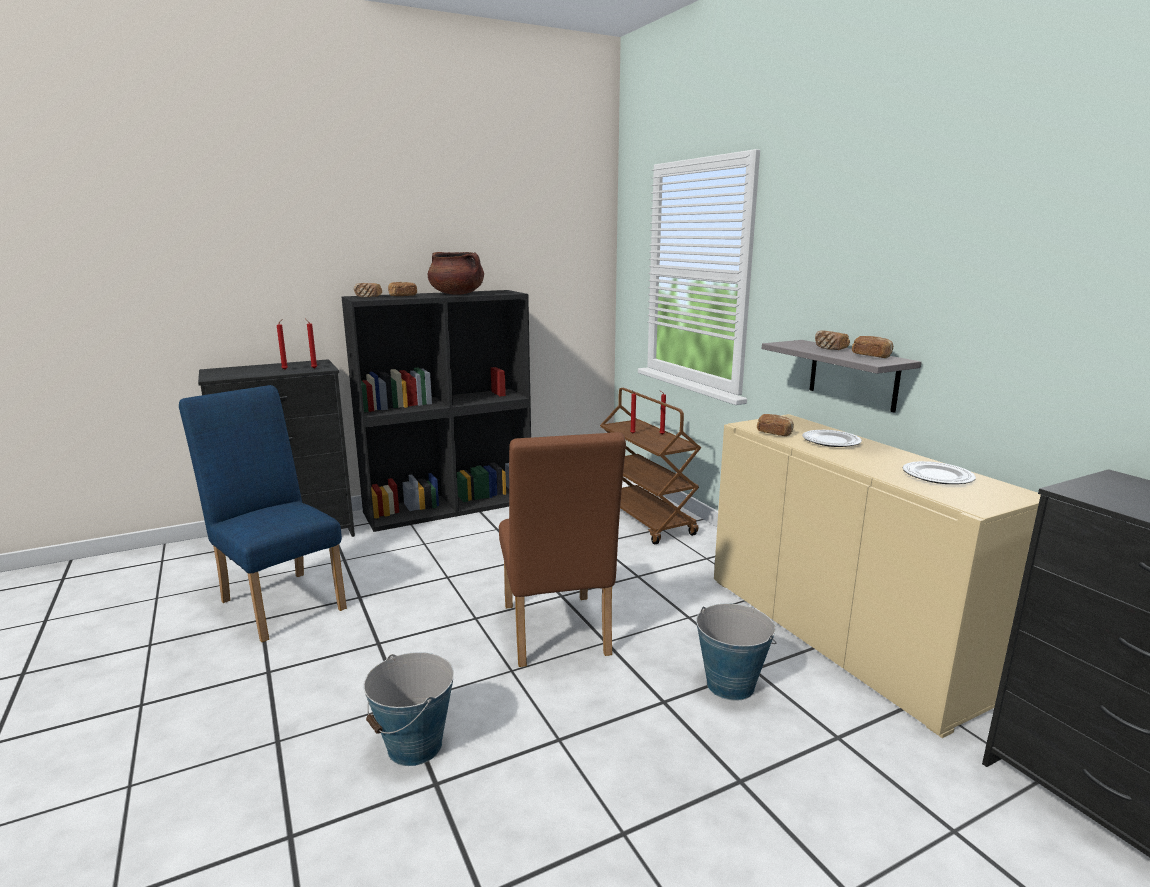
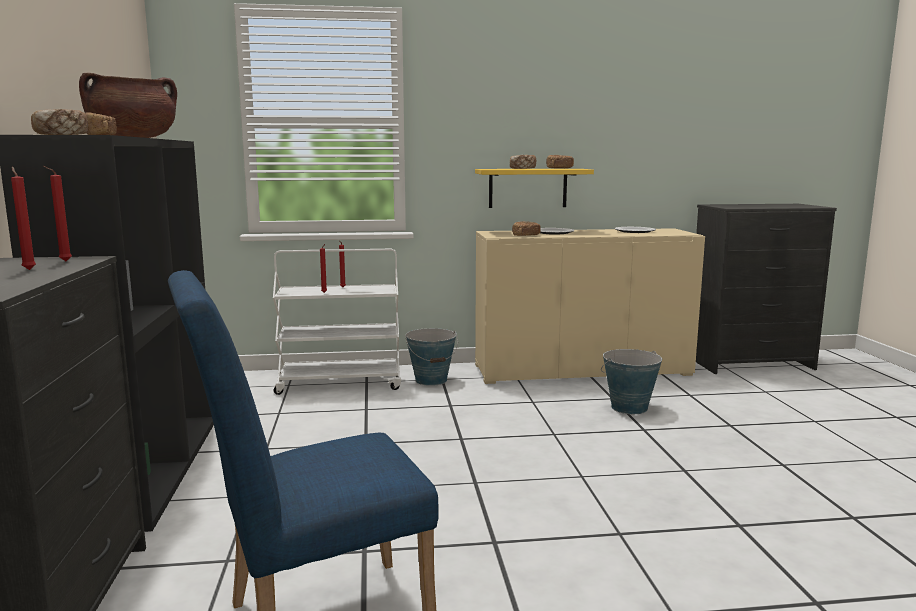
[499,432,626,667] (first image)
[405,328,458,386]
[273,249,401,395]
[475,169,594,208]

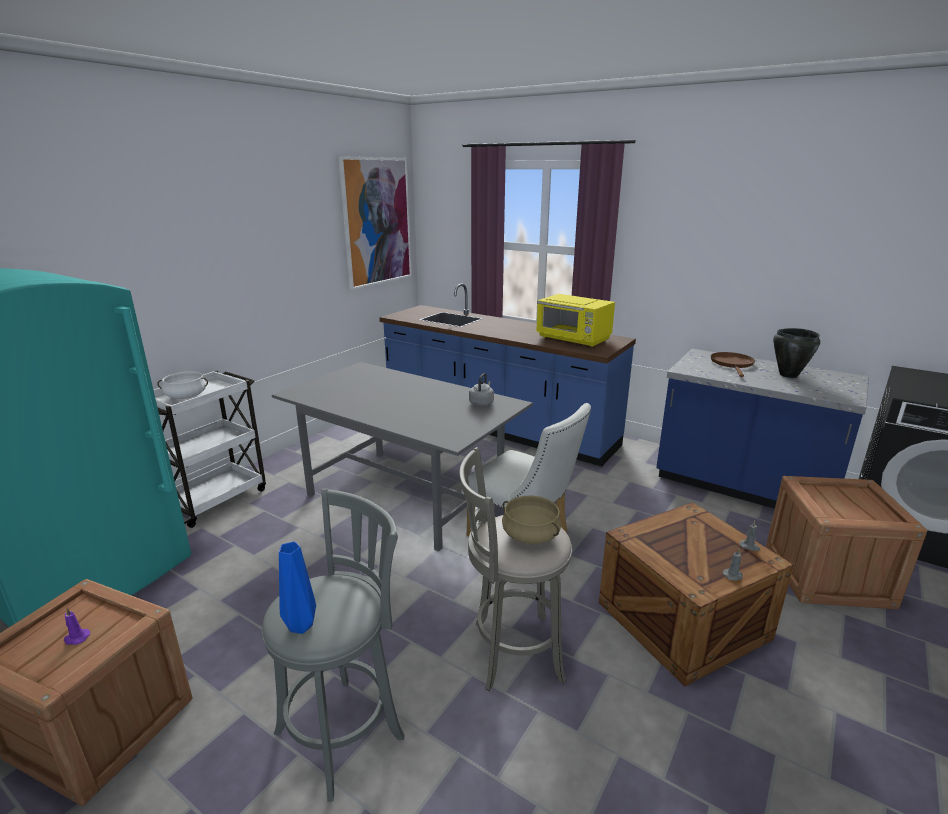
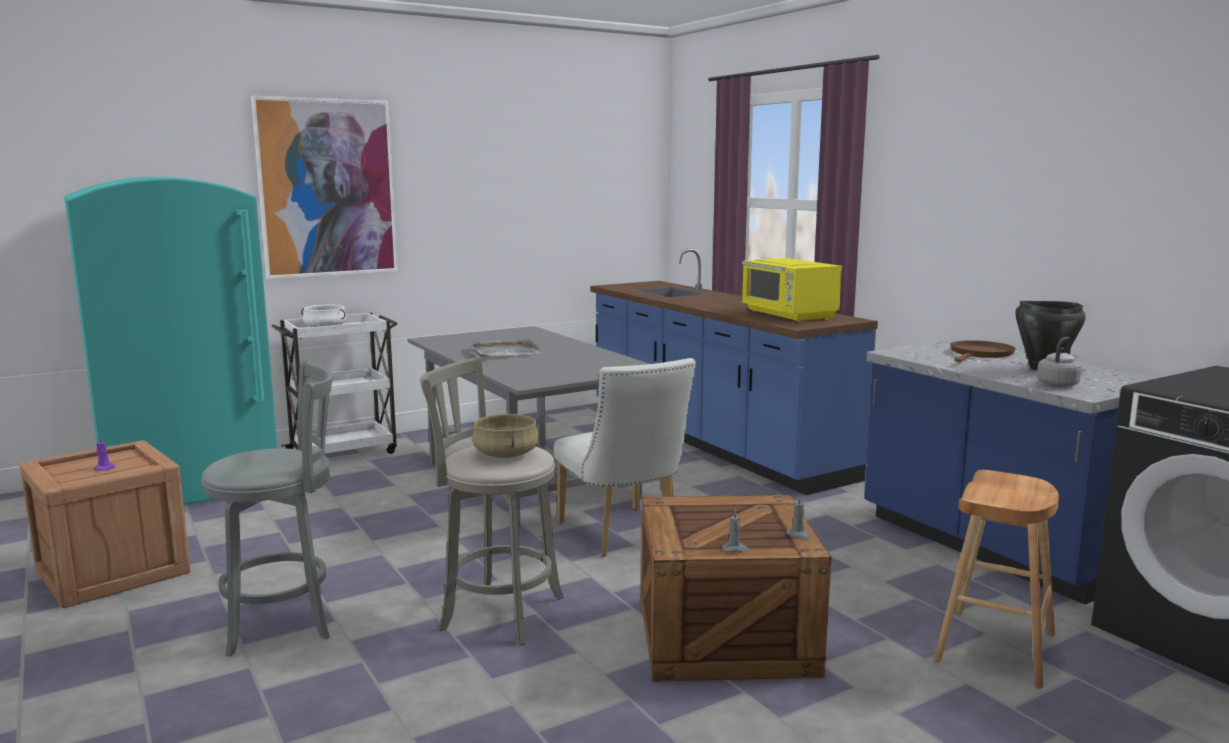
[279,542,316,634] (first image)
[469,339,542,357]
[251,96,398,279]
[1037,337,1082,387]
[934,470,1059,689]

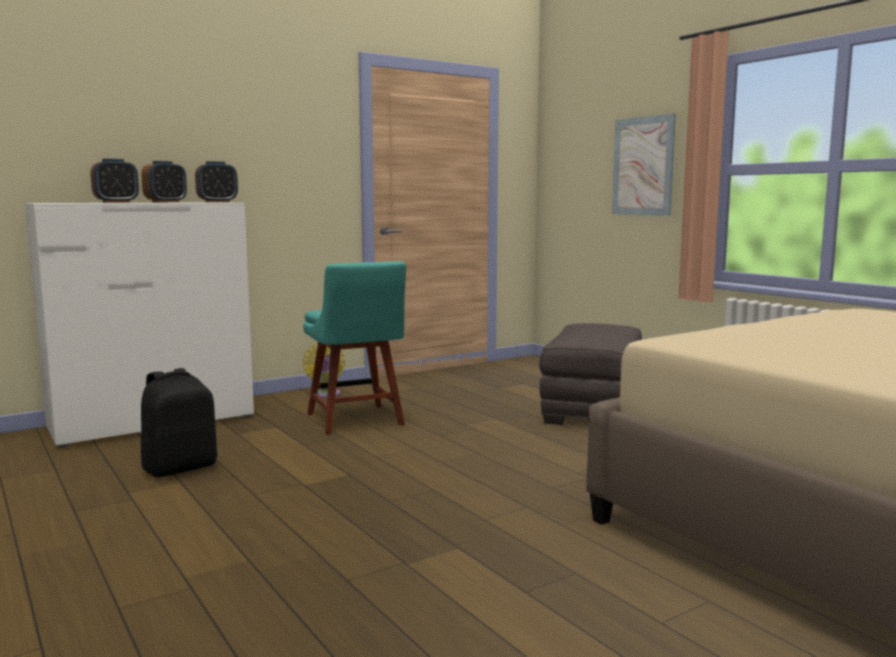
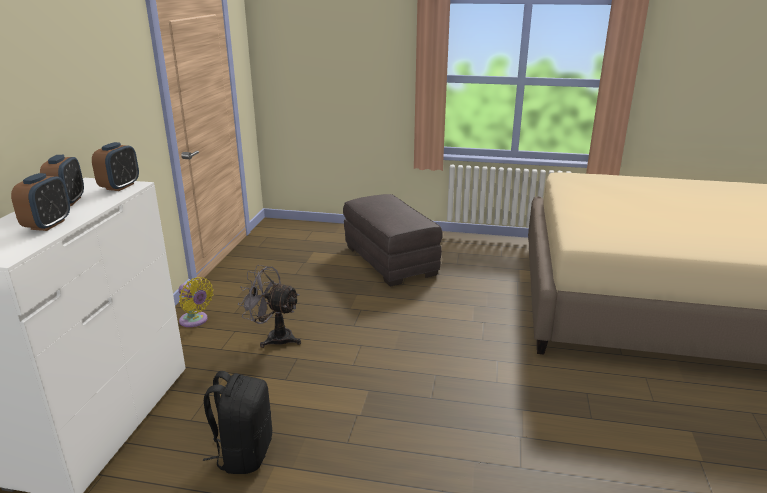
[612,114,676,216] (first image)
[238,265,301,348]

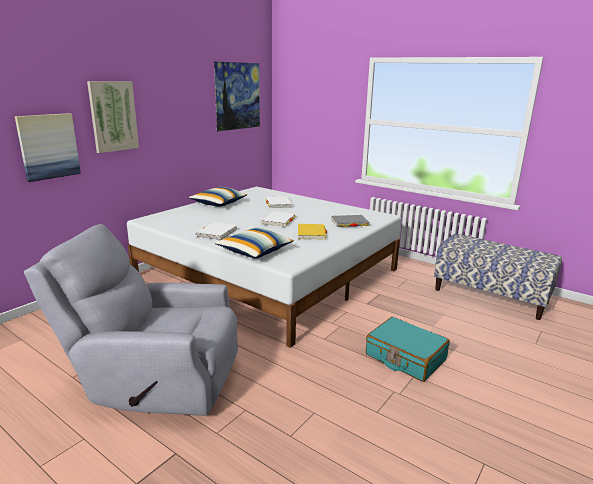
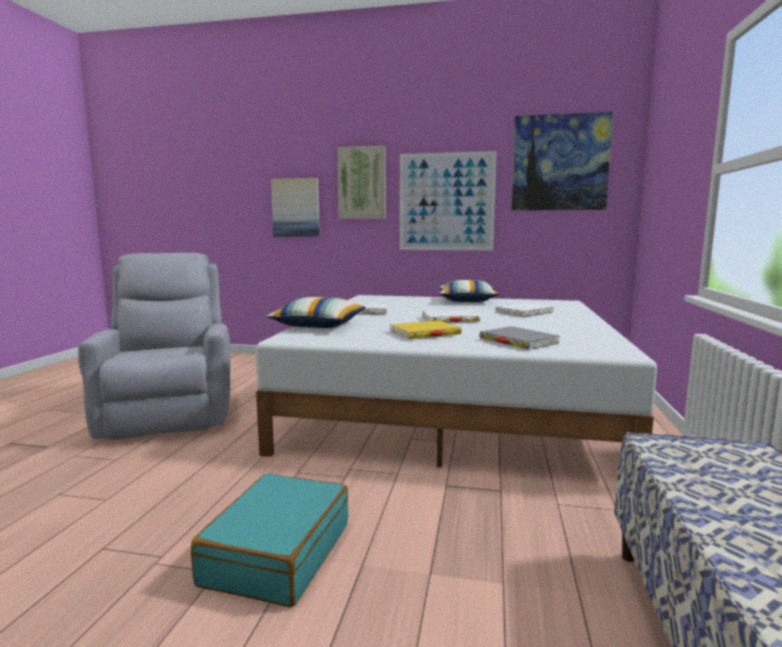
[400,151,497,250]

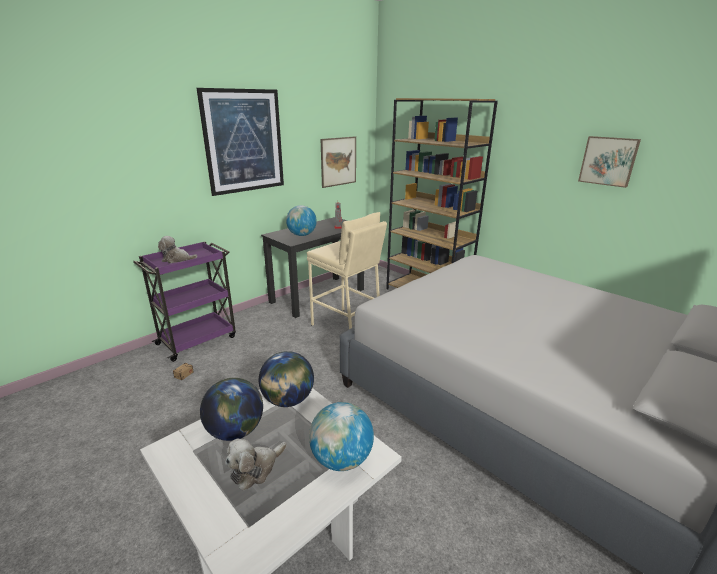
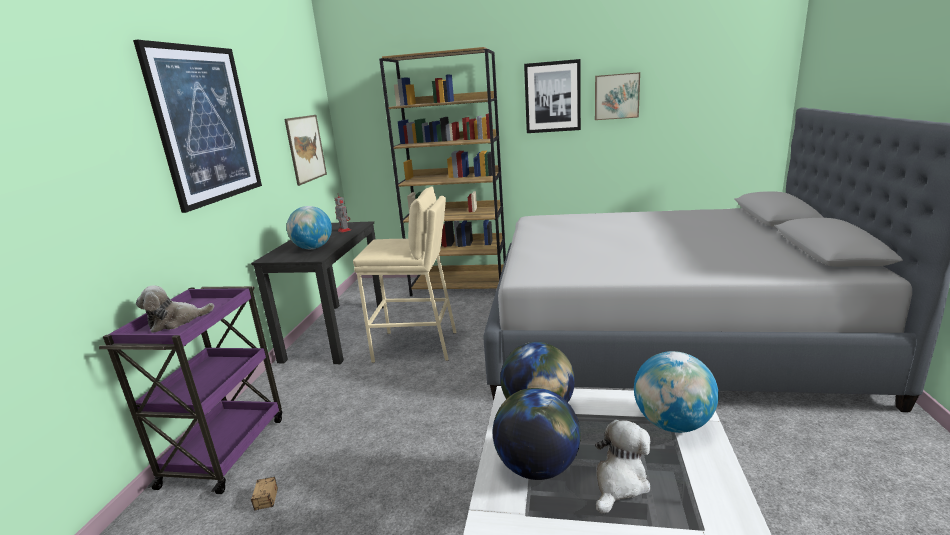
[524,59,581,133]
[595,420,651,514]

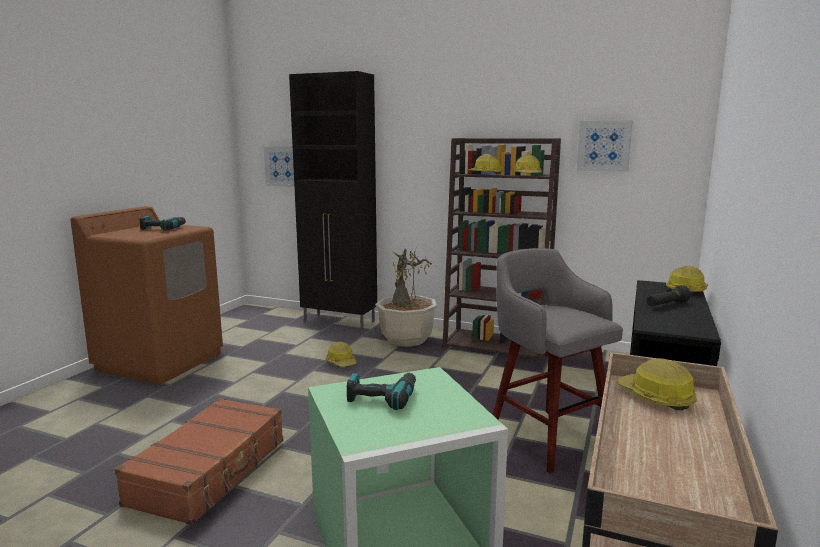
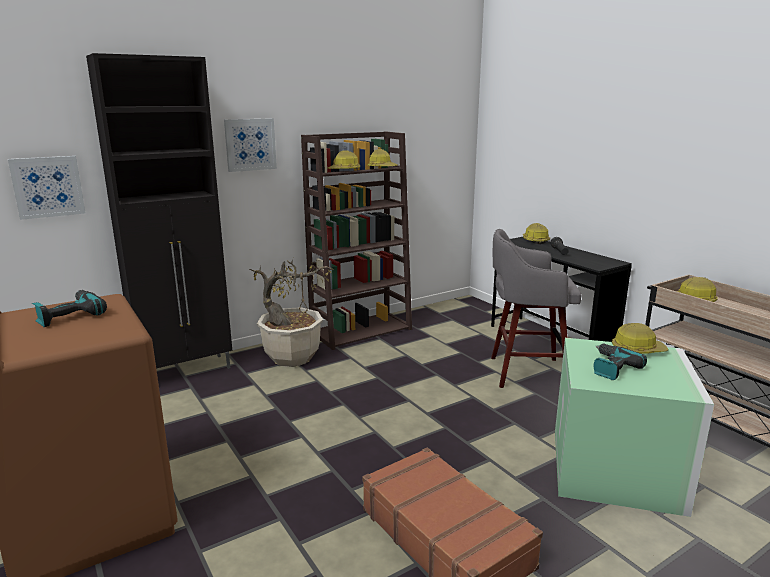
[612,323,669,354]
[224,118,277,172]

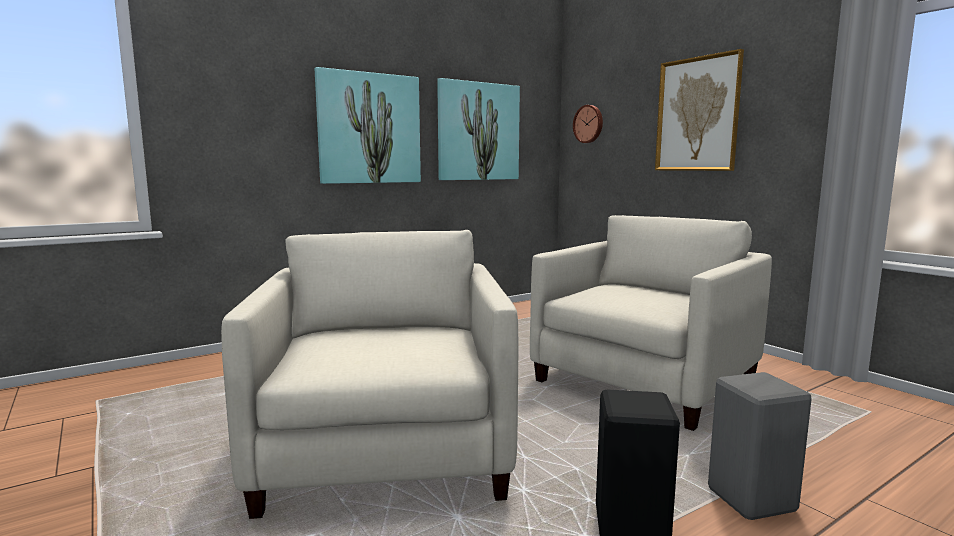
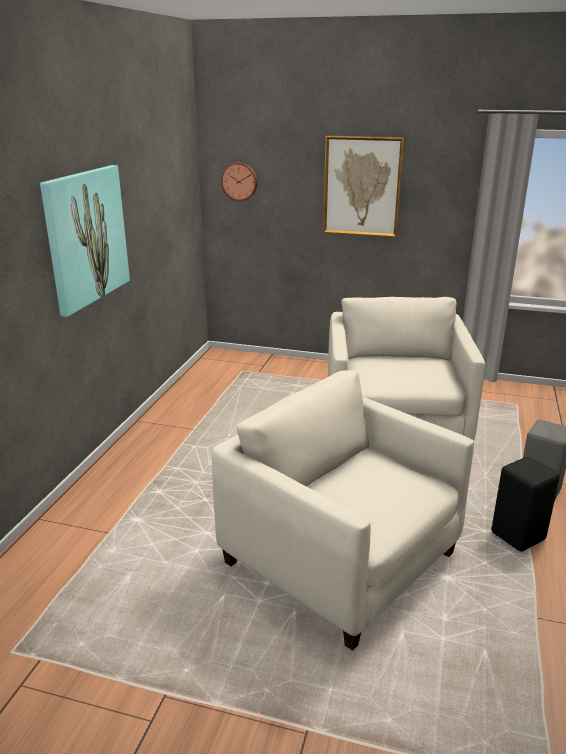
[437,78,520,180] (first image)

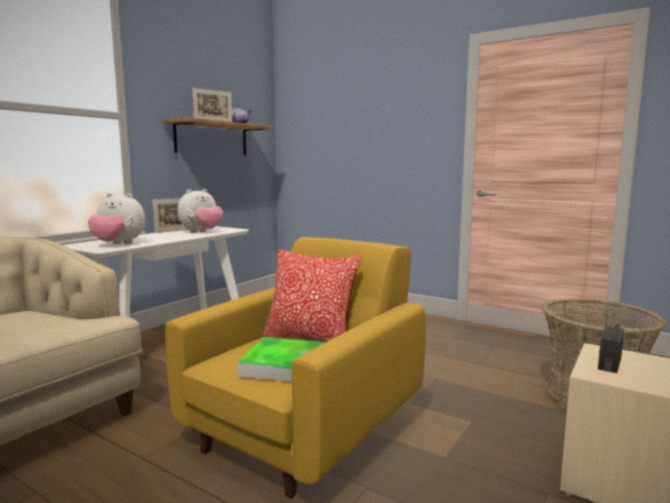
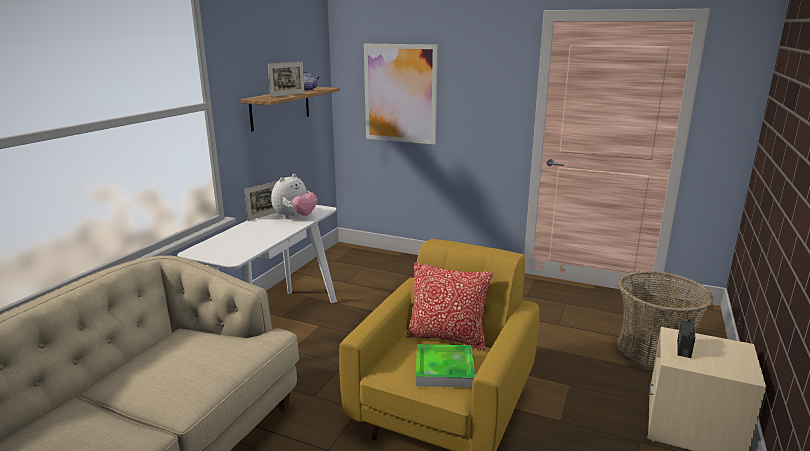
[88,193,145,244] (first image)
[364,44,438,144]

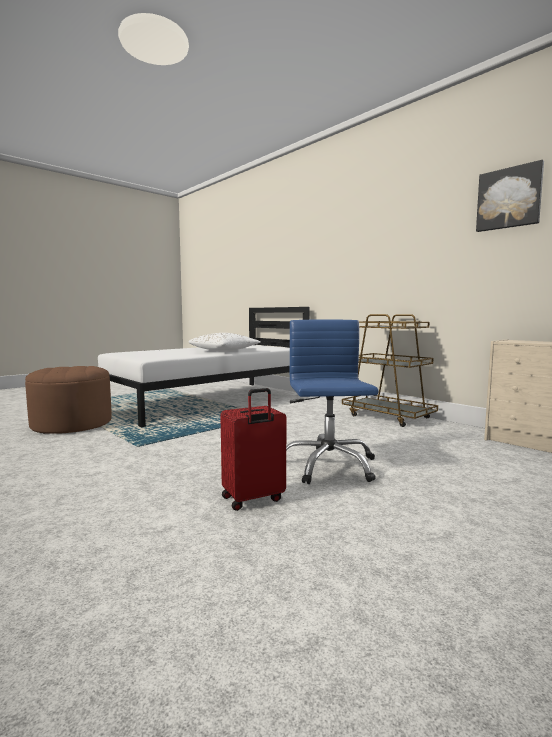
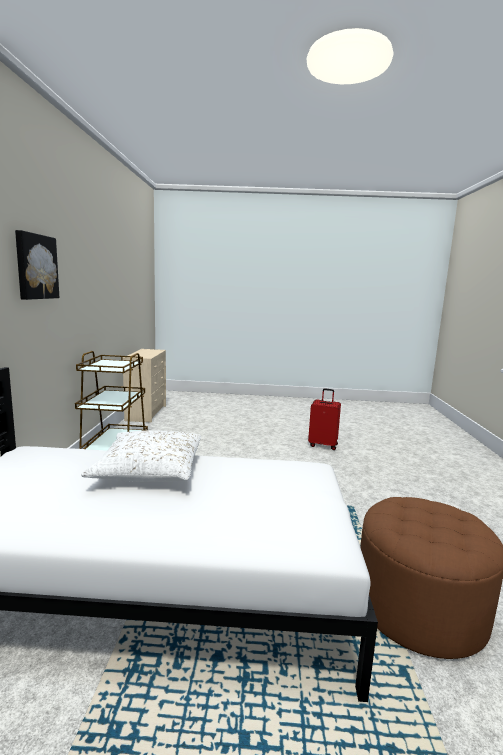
[286,319,379,484] (first image)
[15,230,59,300]

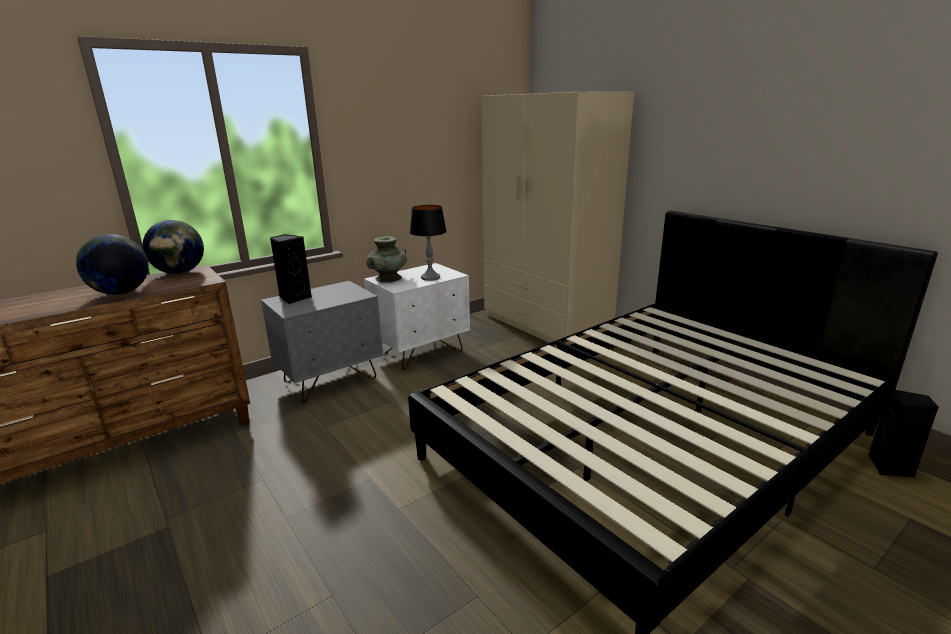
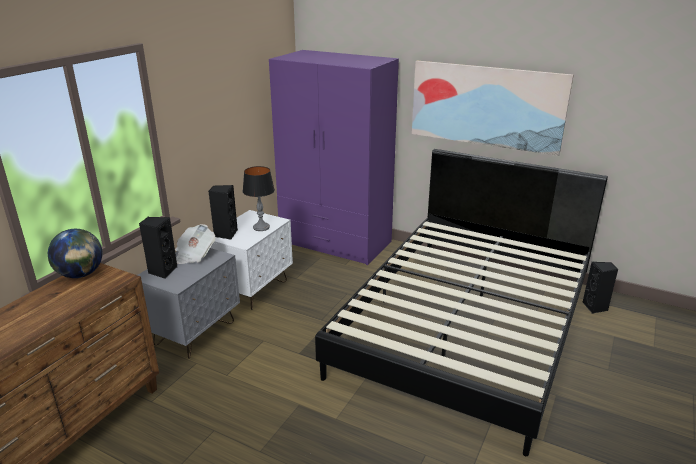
[76,234,149,295] (first image)
[175,224,215,264]
[412,61,574,156]
[209,185,238,240]
[269,50,399,265]

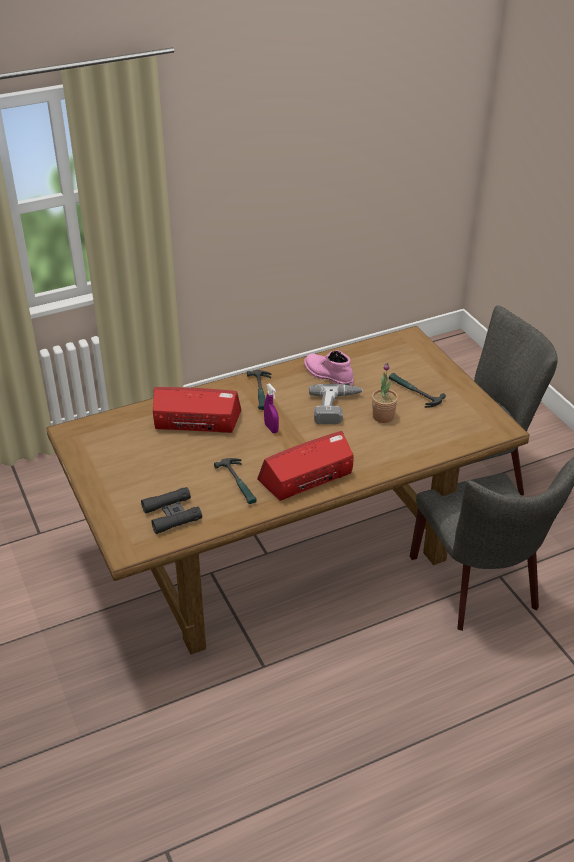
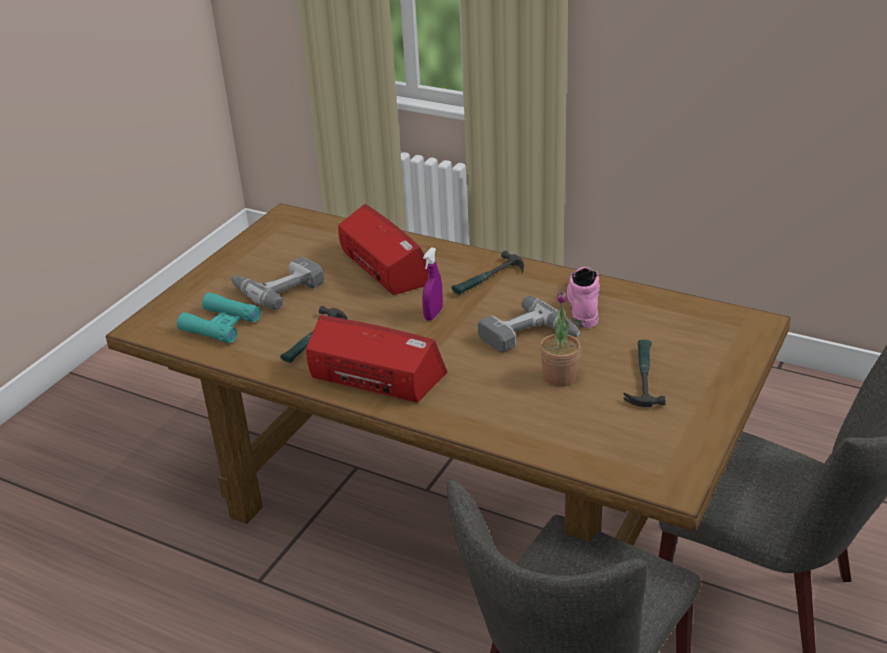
[231,257,324,310]
[177,292,261,343]

